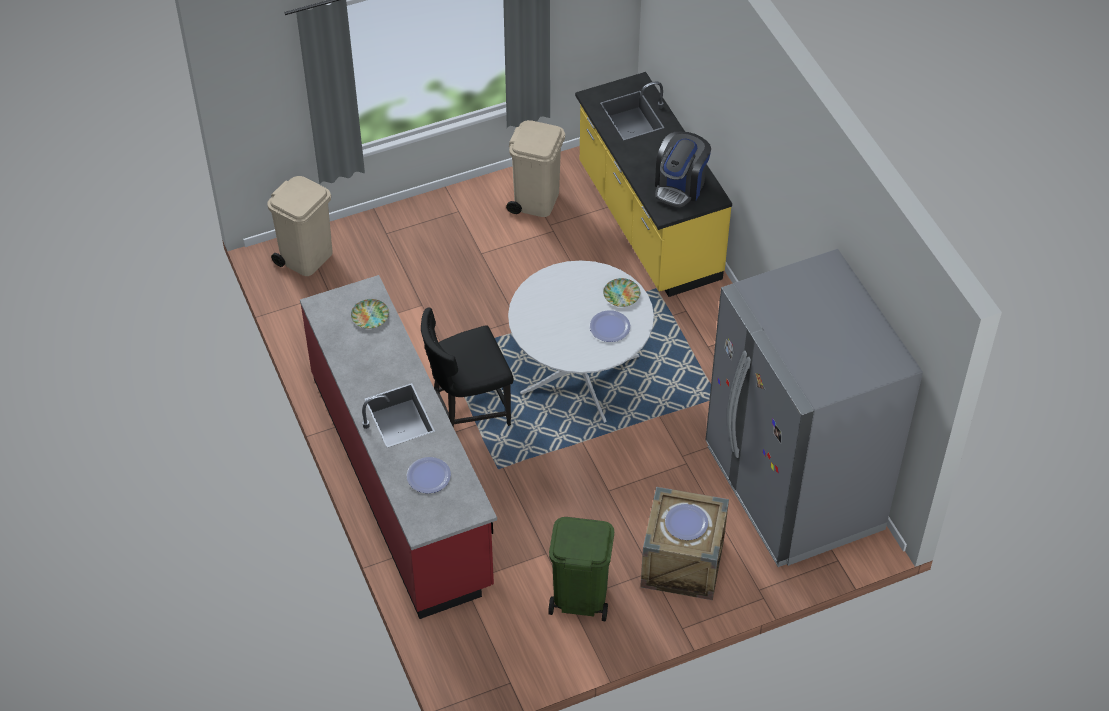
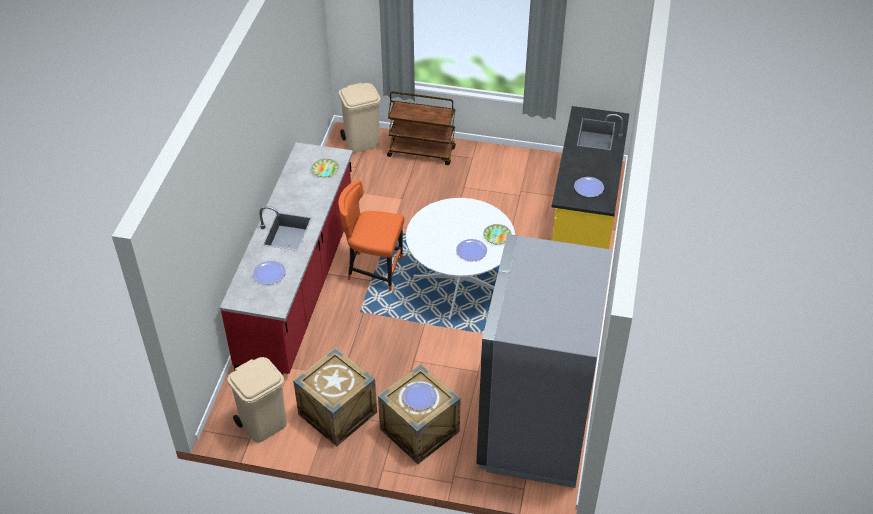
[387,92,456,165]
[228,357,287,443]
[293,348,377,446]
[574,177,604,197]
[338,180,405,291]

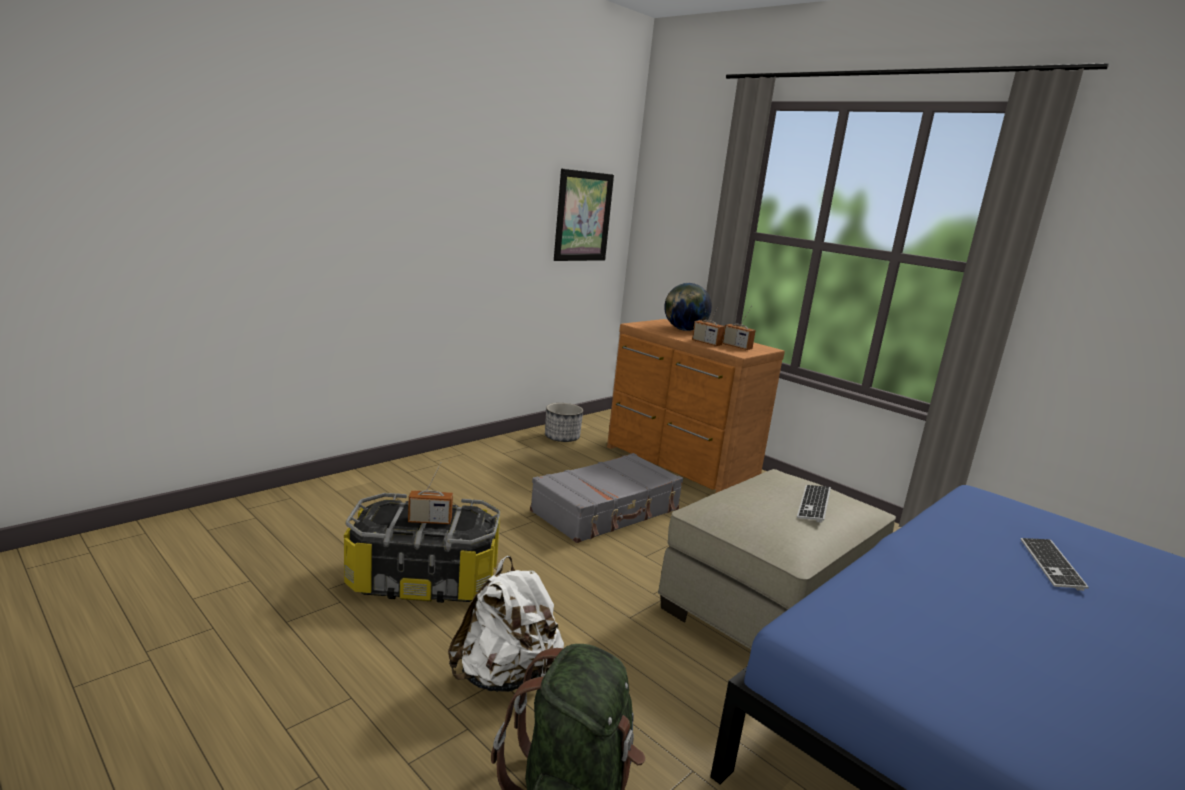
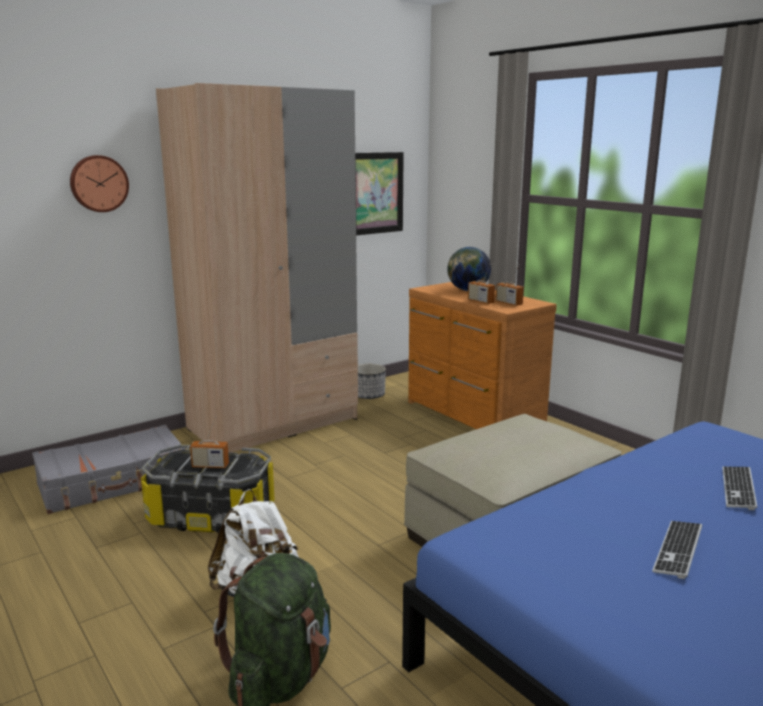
[70,155,129,212]
[156,83,358,453]
[32,425,186,514]
[652,521,702,579]

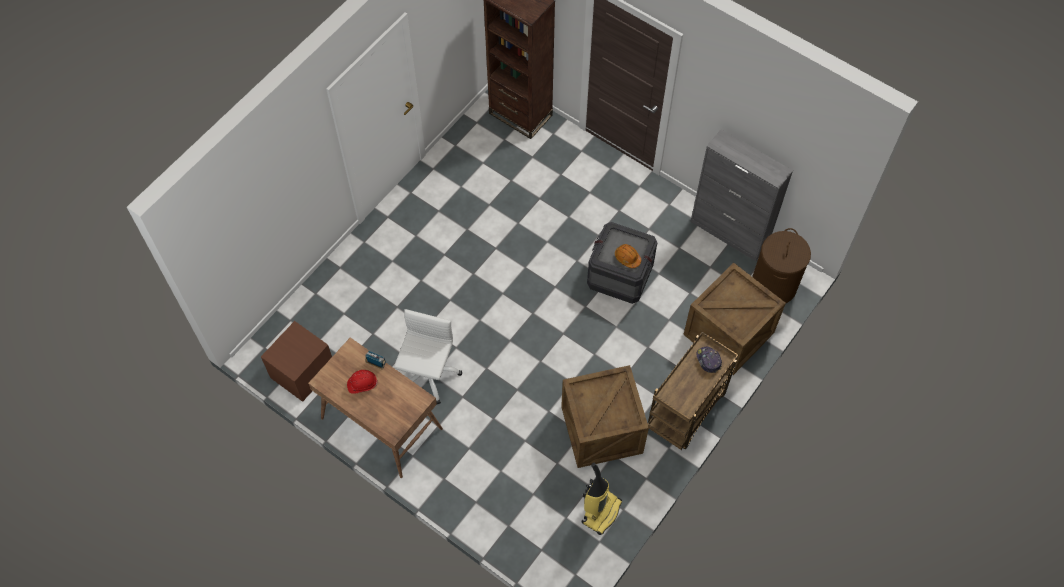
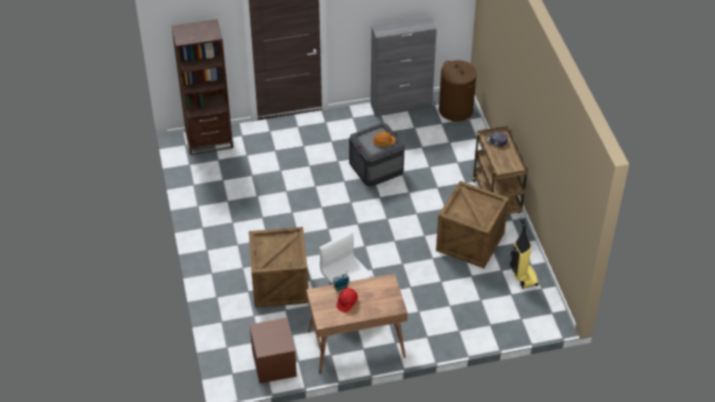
[249,227,308,308]

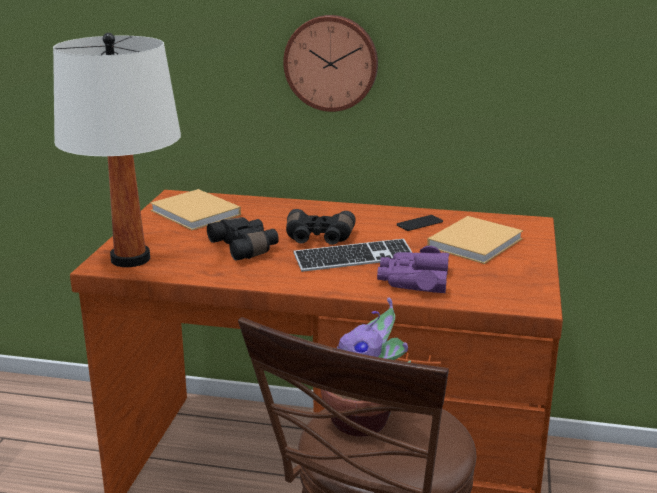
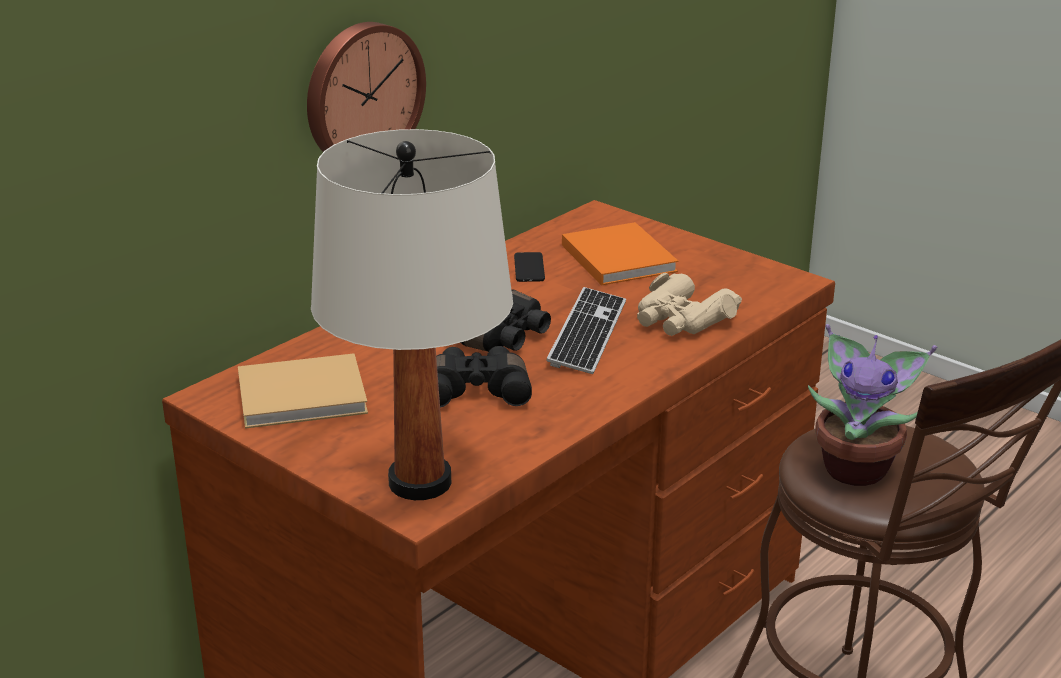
[637,273,742,336]
[562,222,678,286]

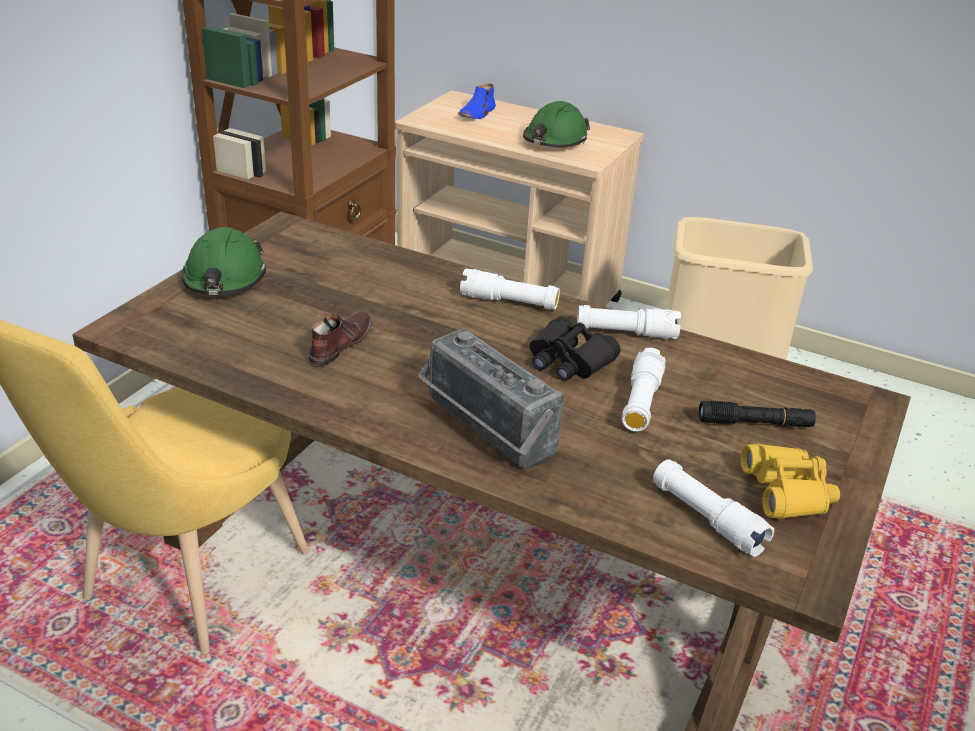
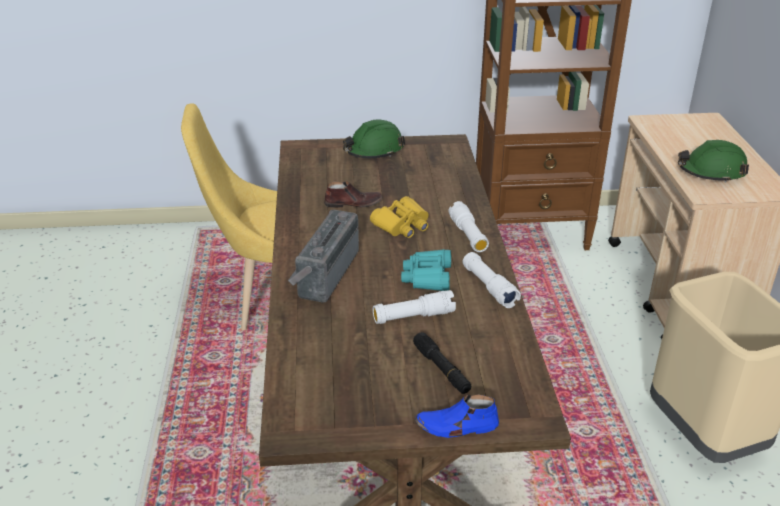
[653,459,774,557] (first image)
[415,395,499,438]
[370,196,429,238]
[401,249,451,291]

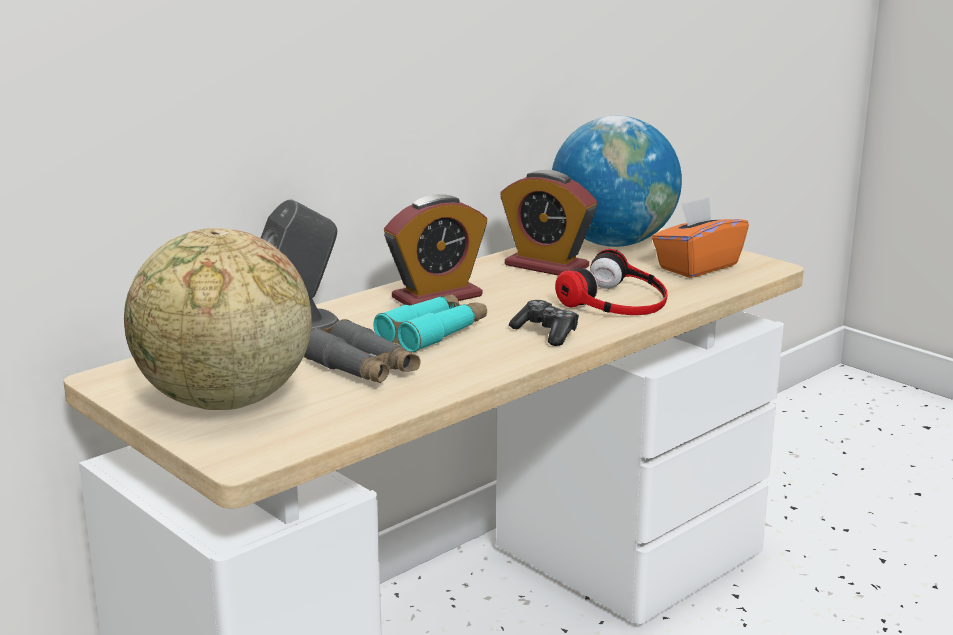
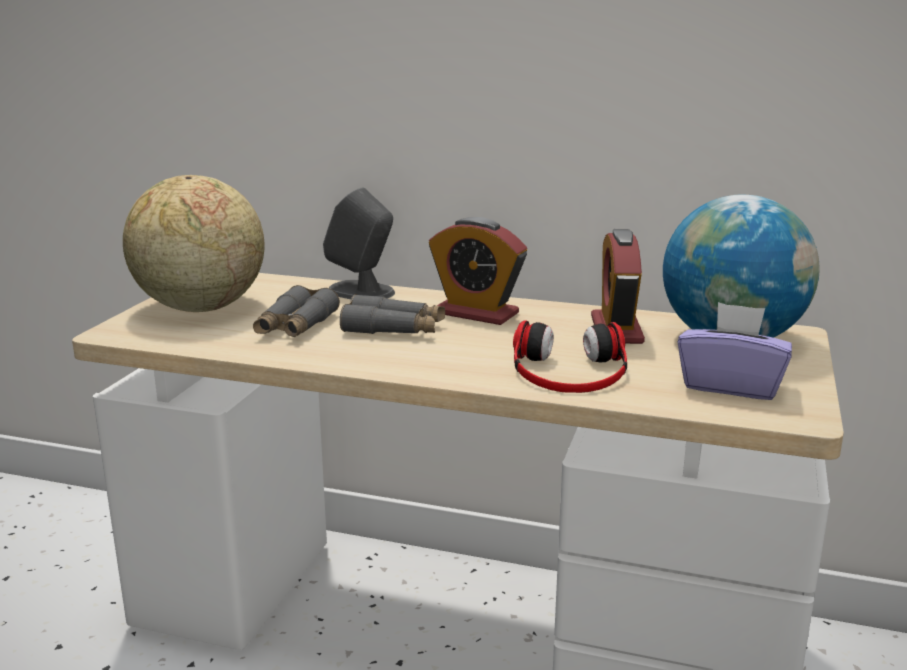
[509,300,579,346] (first image)
[340,294,445,334]
[678,302,792,400]

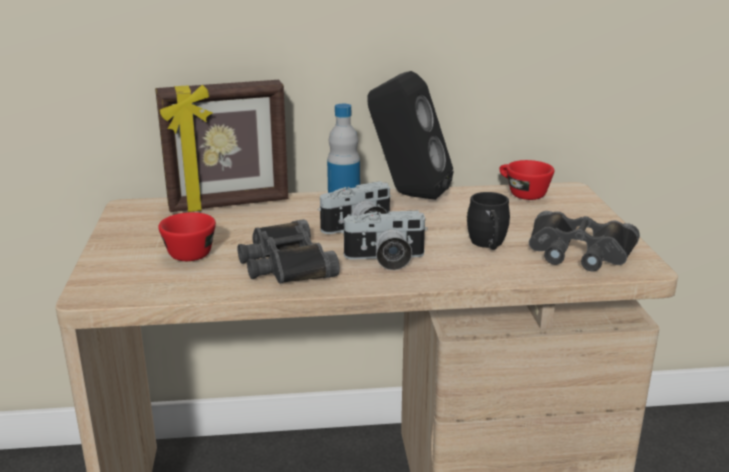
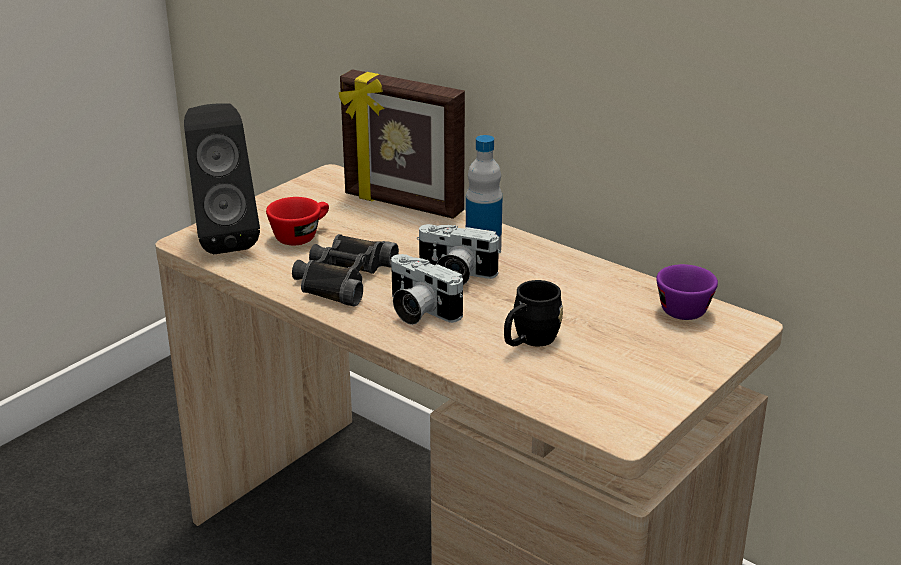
[529,211,640,271] (first image)
[184,104,260,254]
[656,264,718,320]

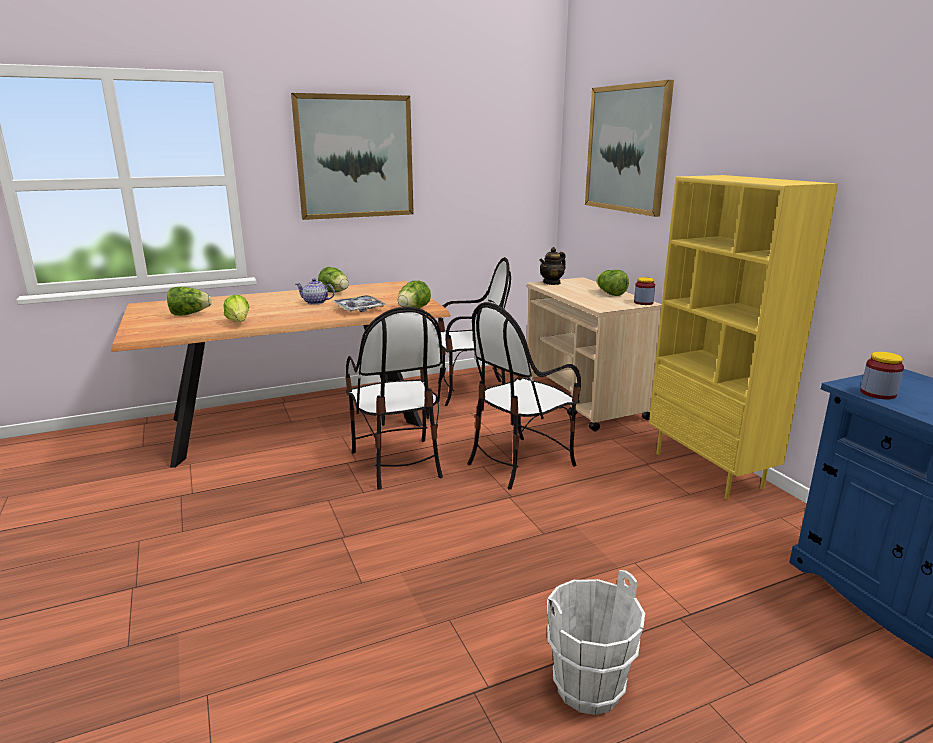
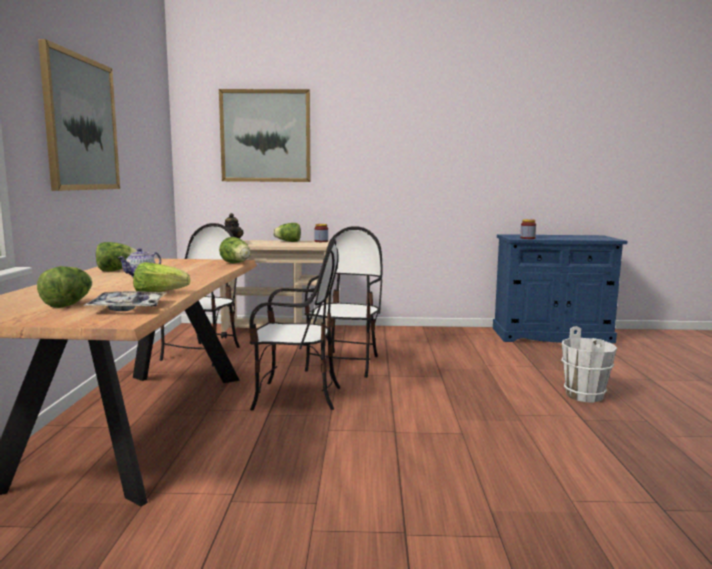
[649,175,838,500] (first image)
[83,291,167,311]
[305,226,383,378]

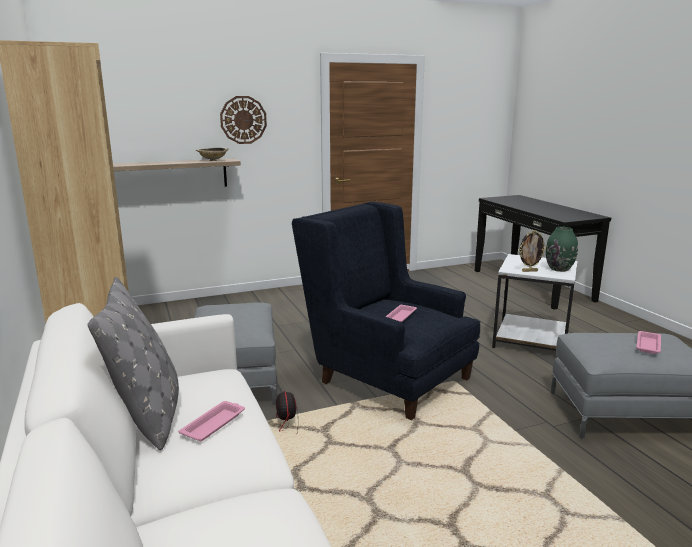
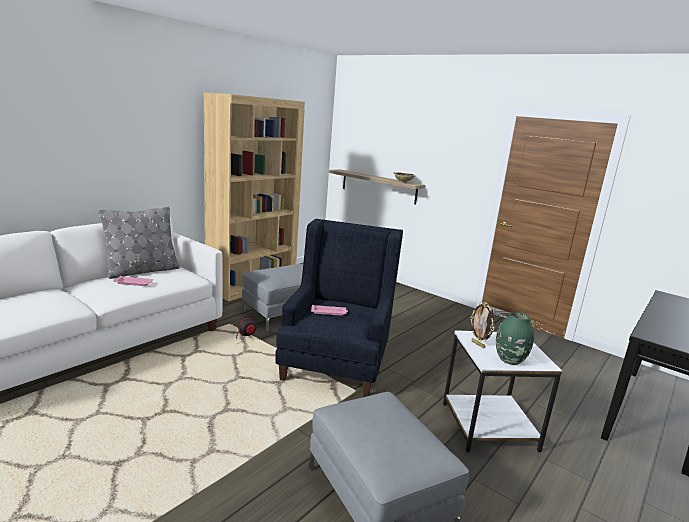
[220,96,267,144] (first image)
[637,331,661,354] (first image)

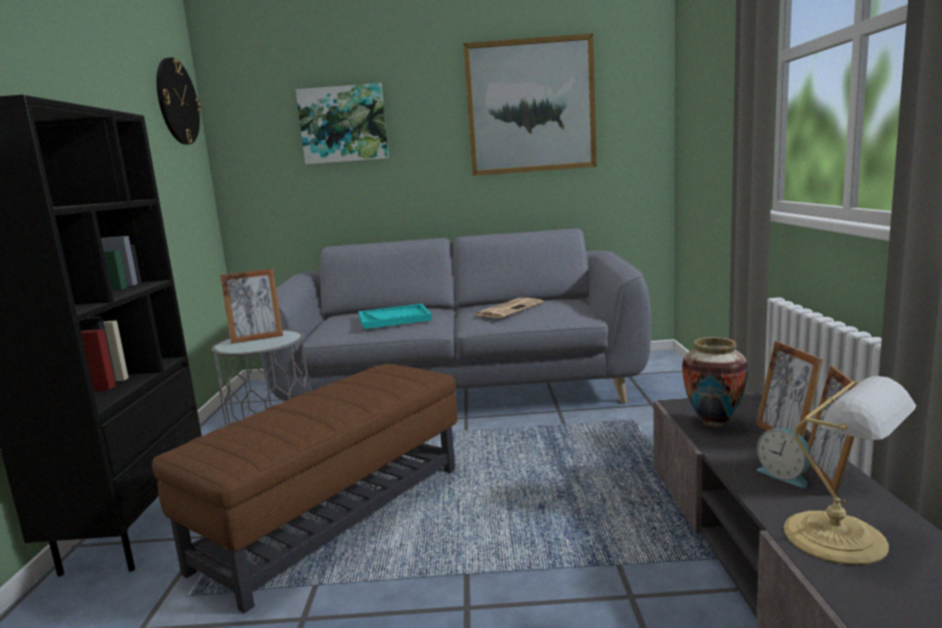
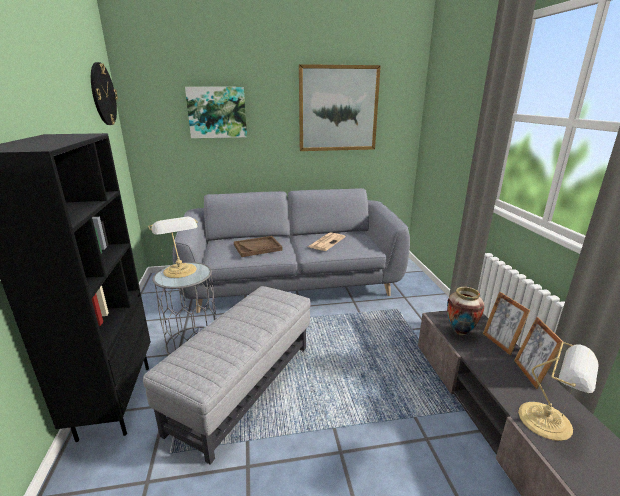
[757,428,811,488] (first image)
[148,217,198,278]
[143,286,310,465]
[234,236,283,257]

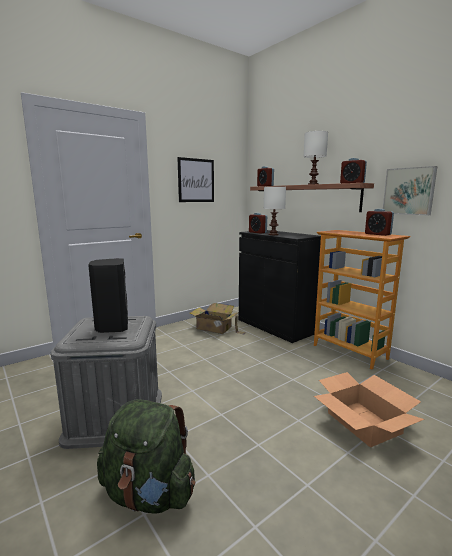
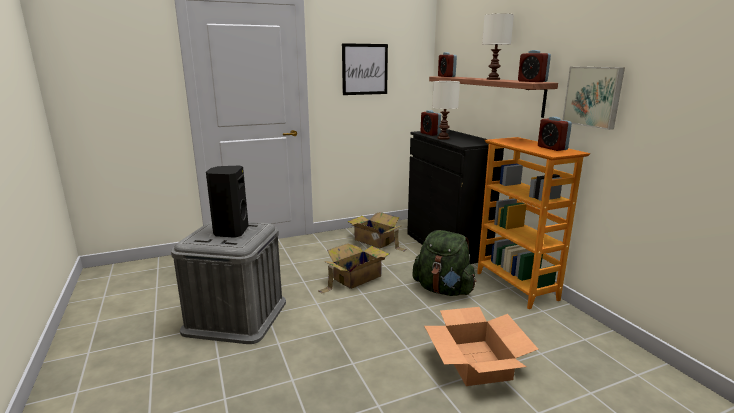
[318,243,389,294]
[412,230,477,296]

